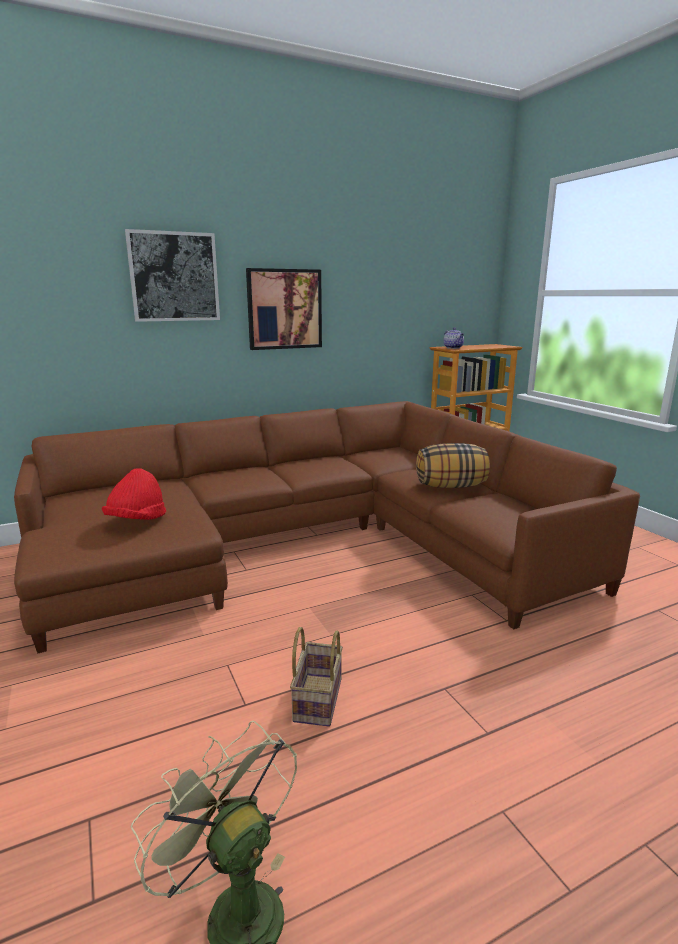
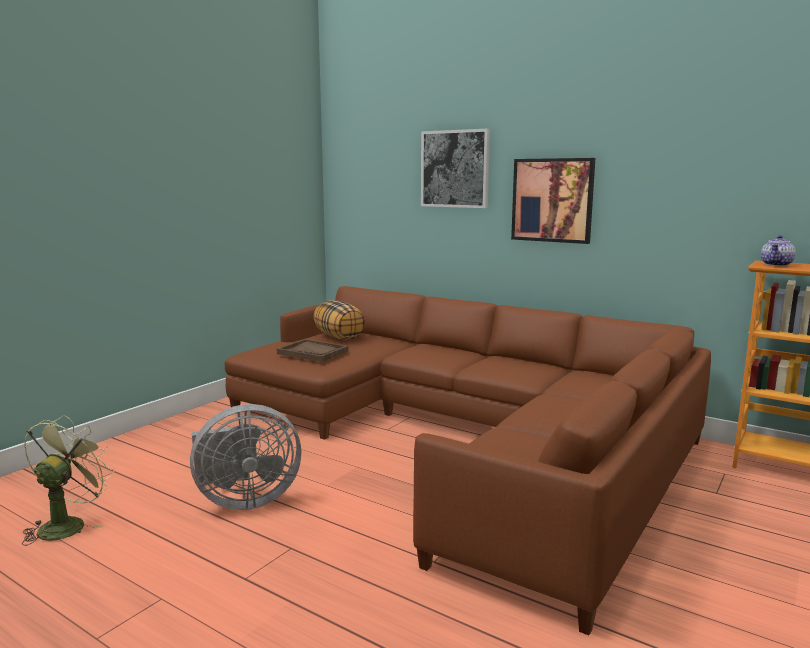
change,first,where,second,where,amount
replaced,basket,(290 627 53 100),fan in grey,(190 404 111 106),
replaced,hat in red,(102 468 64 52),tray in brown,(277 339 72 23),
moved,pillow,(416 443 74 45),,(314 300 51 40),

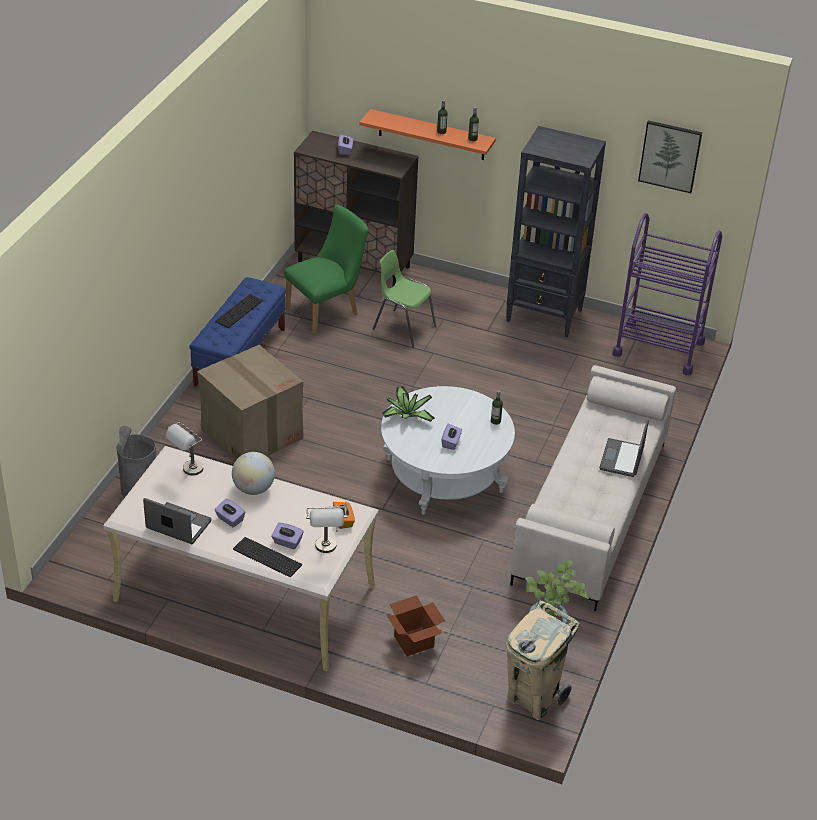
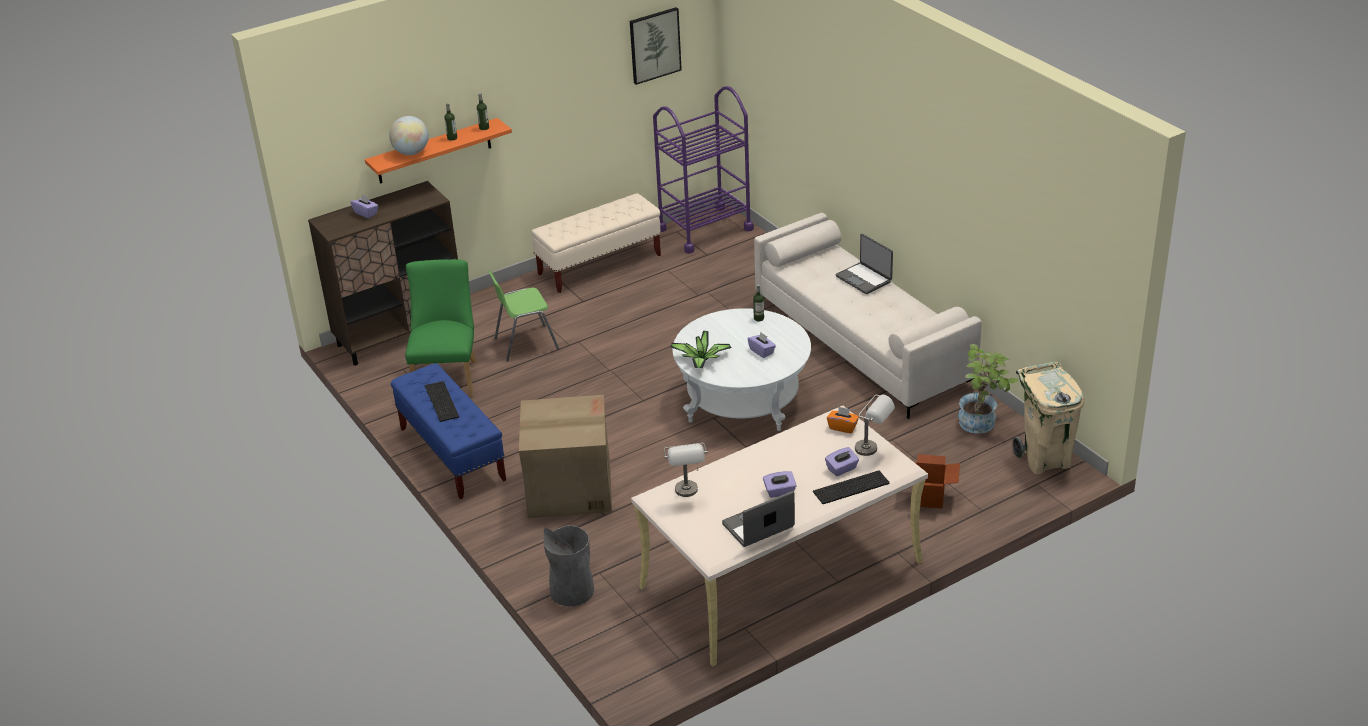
change,first,where,second,where,amount
moved,globe,(232 452 43 43),,(389 116 40 39),
replaced,bookcase in black,(506 126 100 211),bench in beige,(531 193 130 100),

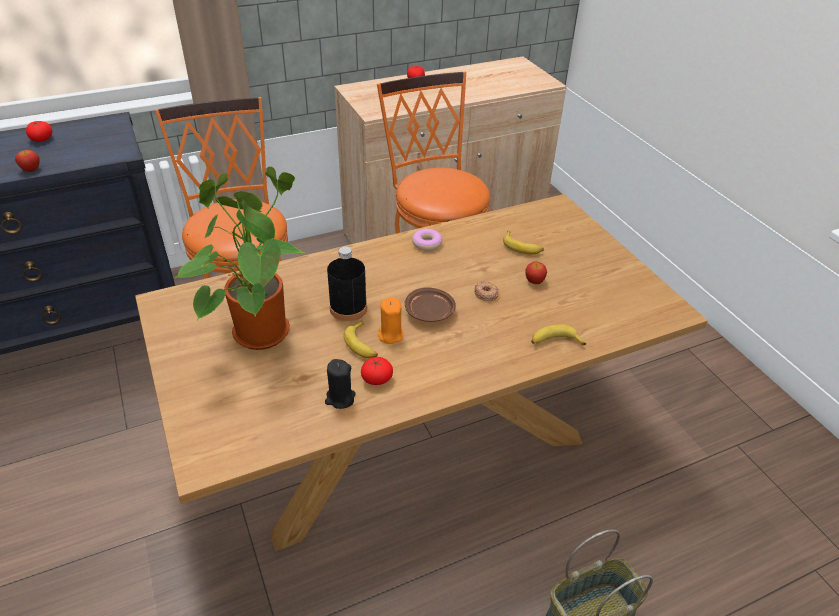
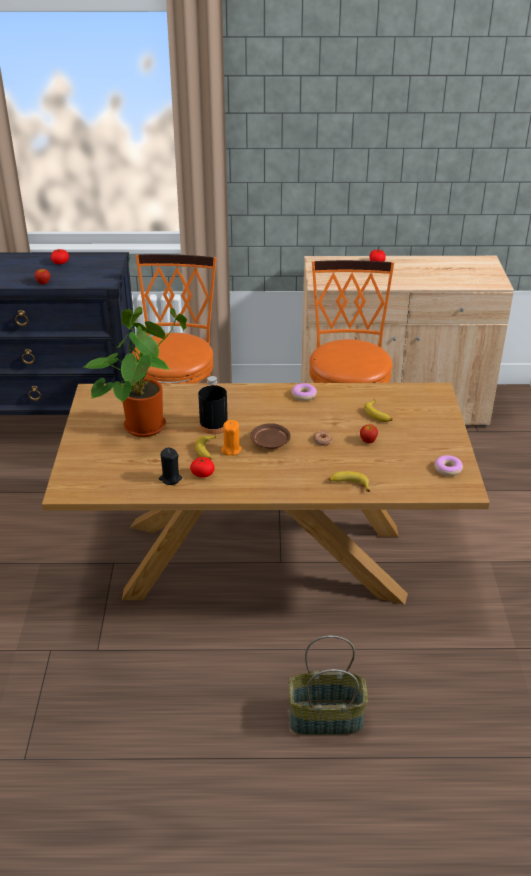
change,first,where,second,where,amount
added,,,donut,(434 455 29 21),

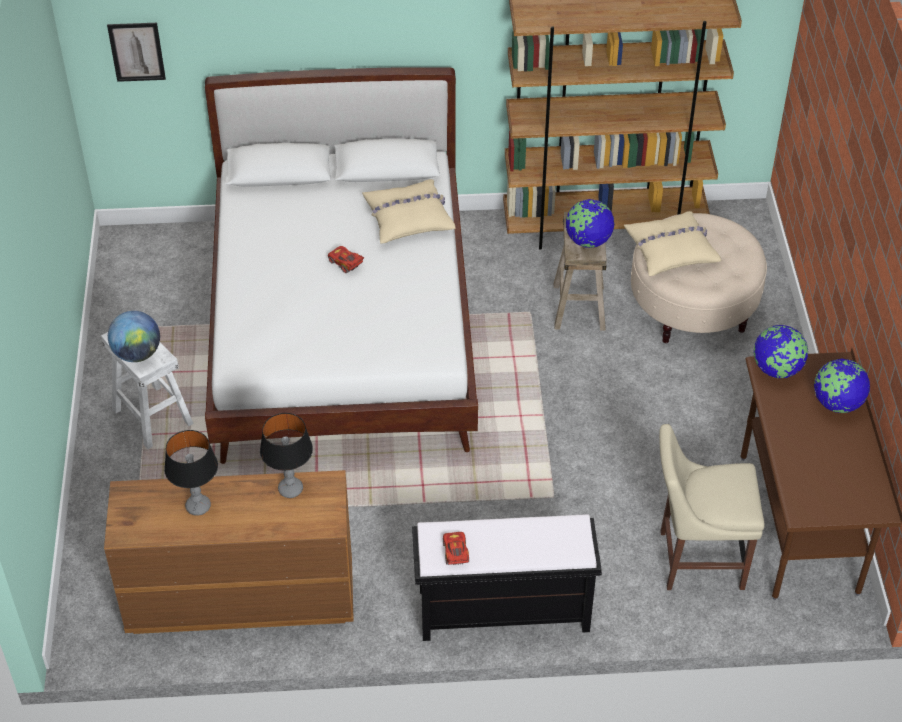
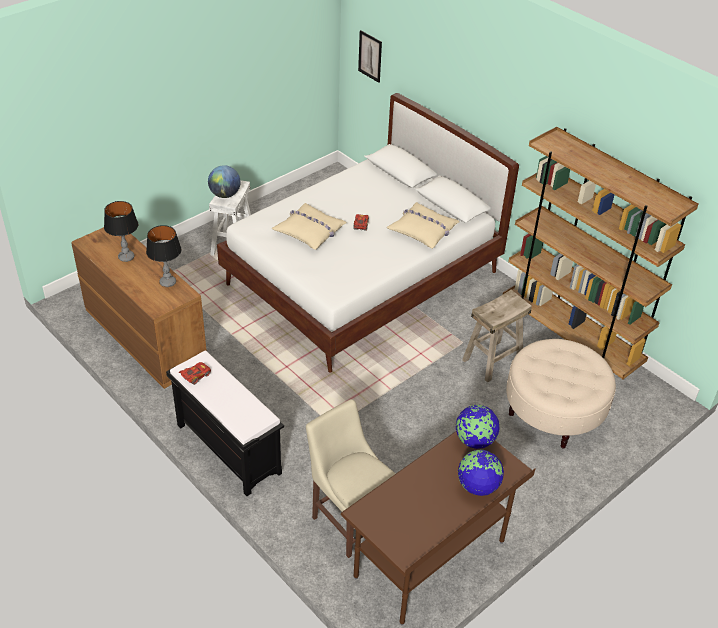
change,first,where,second,where,amount
moved,pillow in beige,(624 211 97 65),,(272 203 75 47),
removed,globe,(566 199 49 49),,,

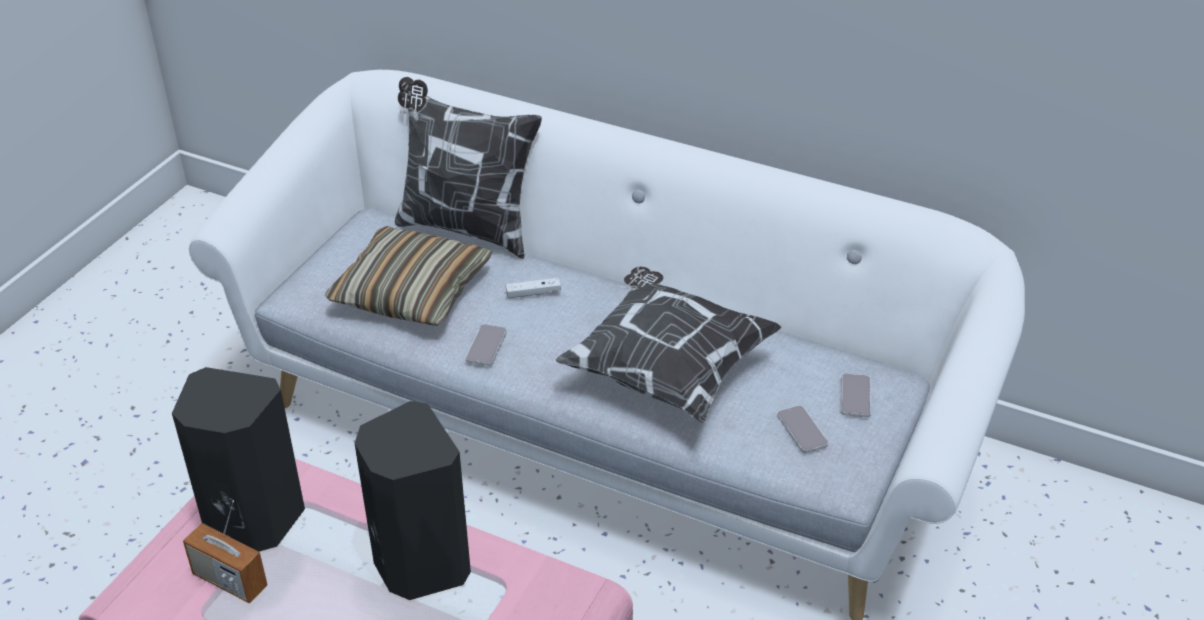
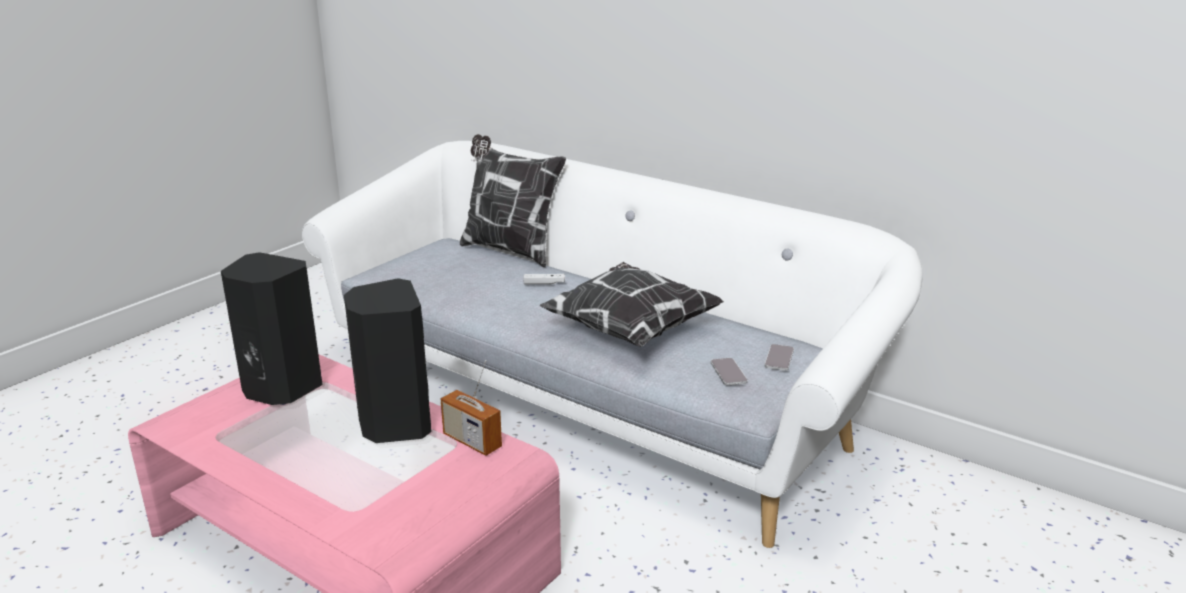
change,first,where,second,where,amount
moved,radio,(183 500 85 103),,(441 360 61 96),
removed,pillow,(325 226 168 100),,,
removed,phone,(466 324 41 42),,,

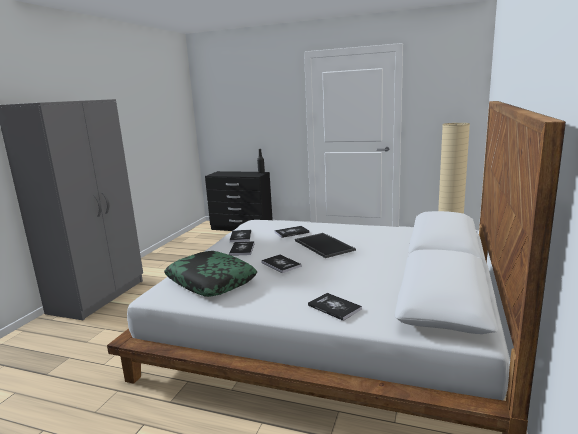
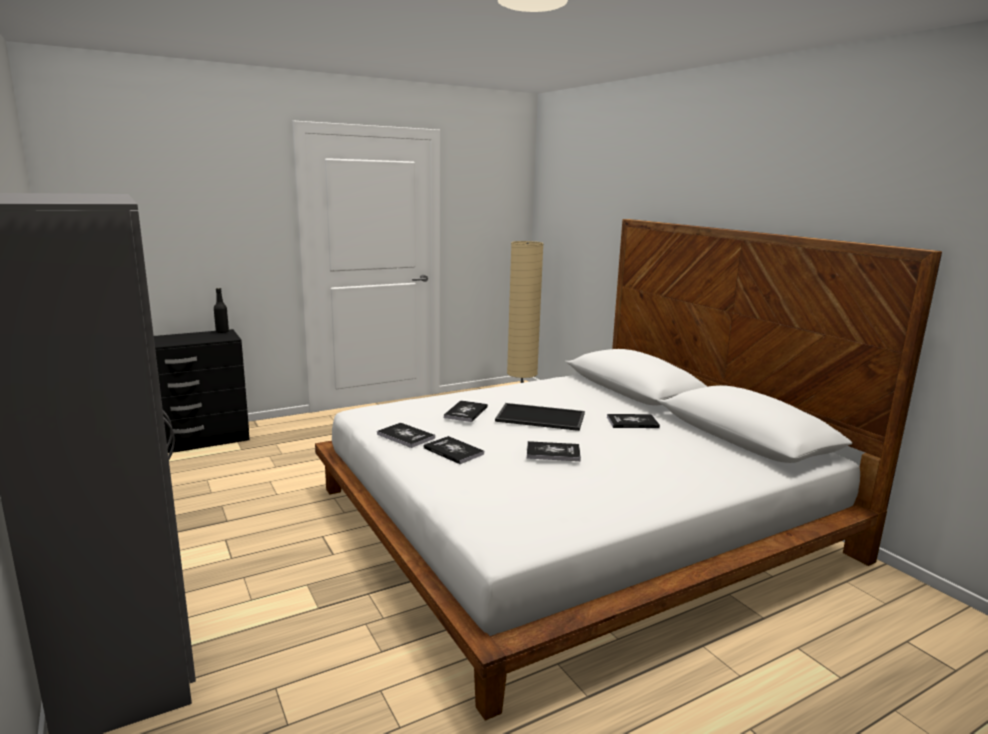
change,first,where,second,where,amount
moved,book,(308 293 54 28),,(607 414 53 14),
removed,pillow,(164 251 93 46),,,

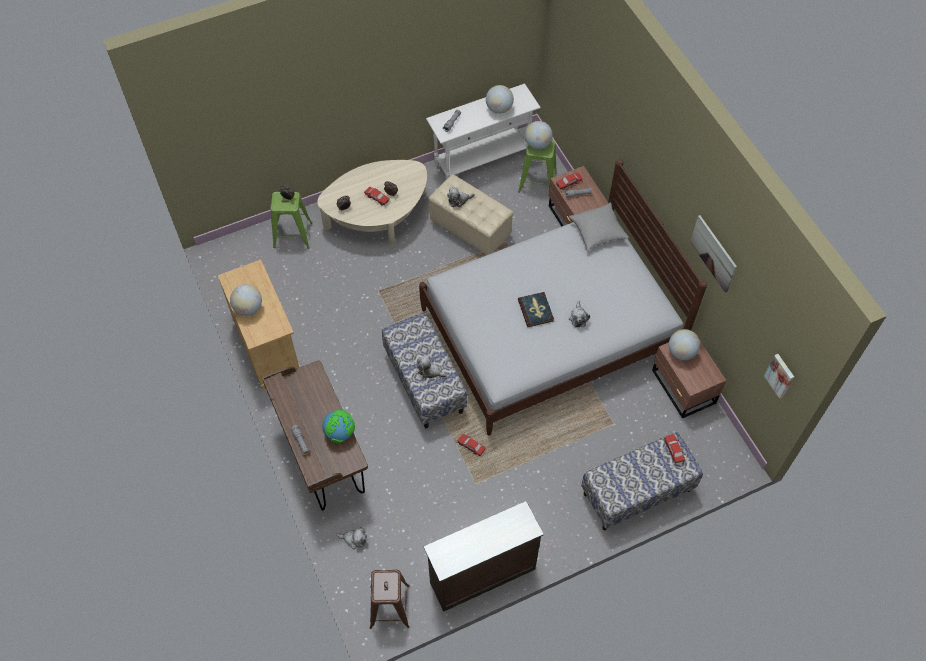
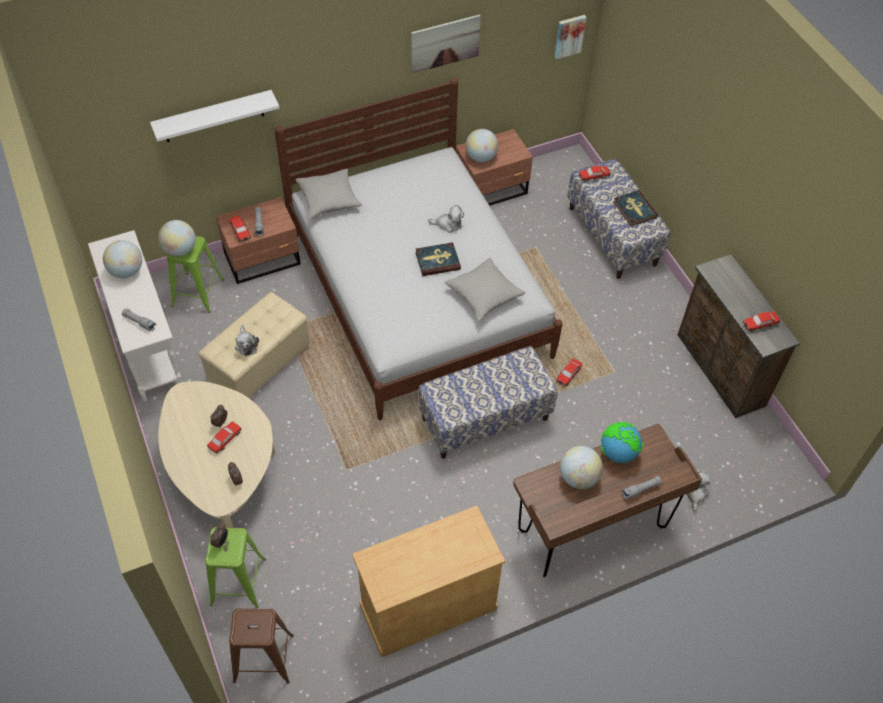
change,first,where,second,where,amount
added,,,shelf in white,(150 90 129 52),
moved,stool in brown,(370 570 40 59),,(229 608 65 76),
added,,,pillow in grey,(444 258 81 63),
moved,globe,(230 284 32 32),,(560 446 43 43),
added,,,book,(613 190 45 36),
added,,,toy car,(743 311 37 21),
removed,plush toy,(417 355 30 23),,,

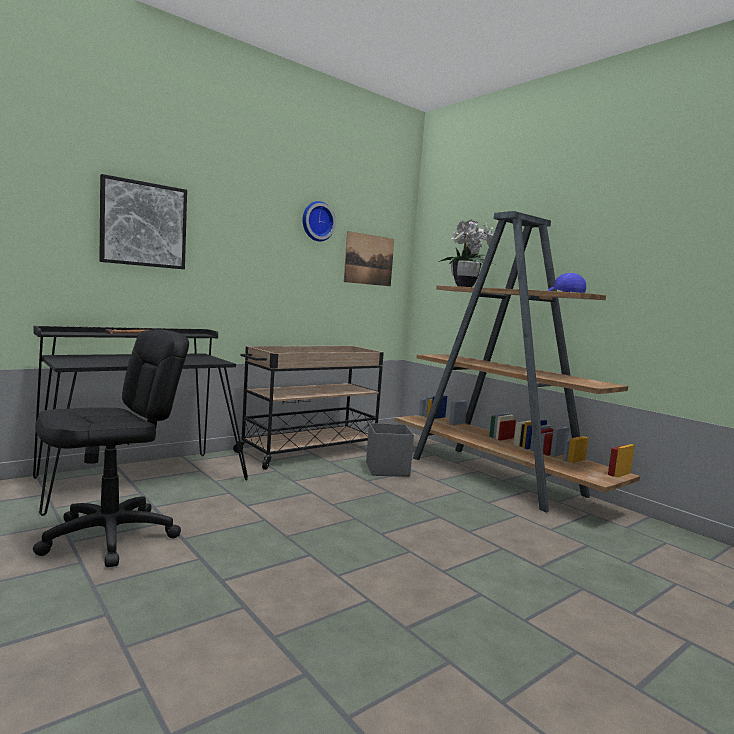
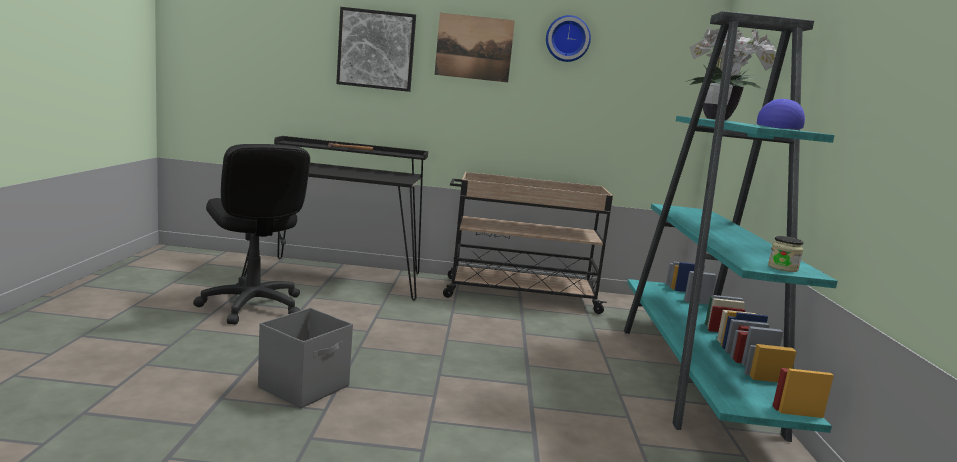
change,first,where,second,where,amount
turned,office chair in black,(33 329 156 238),,(193 144 117 181),60 degrees clockwise
moved,storage box in grey,(366 423 48 54),,(258 308 95 101),
moved,picture,(344 231 50 55),,(435 13 80 69),
recoloured,bookcase in brown,(395 211 245 302),bookcase in turquoise,(624 11 214 431),
added,,,jar,(768 236 36 36),

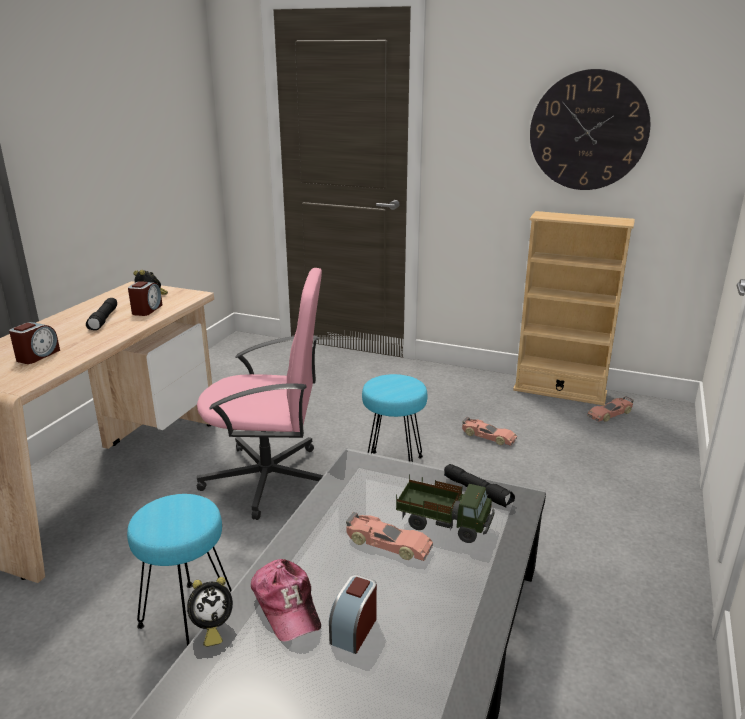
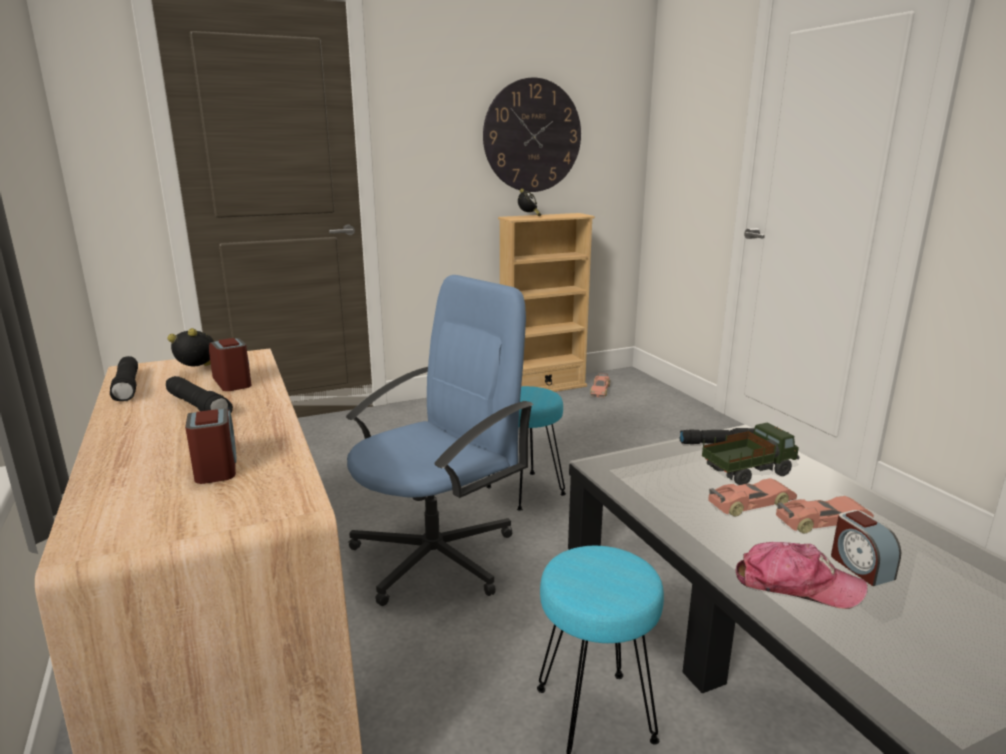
change,first,where,second,where,amount
added,,,flashlight in black,(110 356 28 45),
recoloured,office chair in pink,(197 268 127 252),office chair in blue,(346 275 188 331),
moved,alarm clock,(187 577 46 70),,(518 188 23 28),
moved,toy car,(462 417 55 29),,(776 496 98 37),

